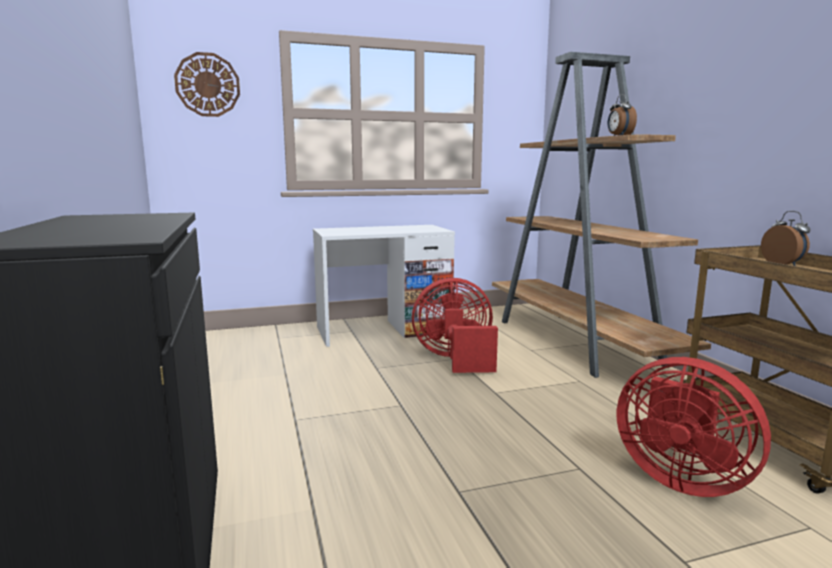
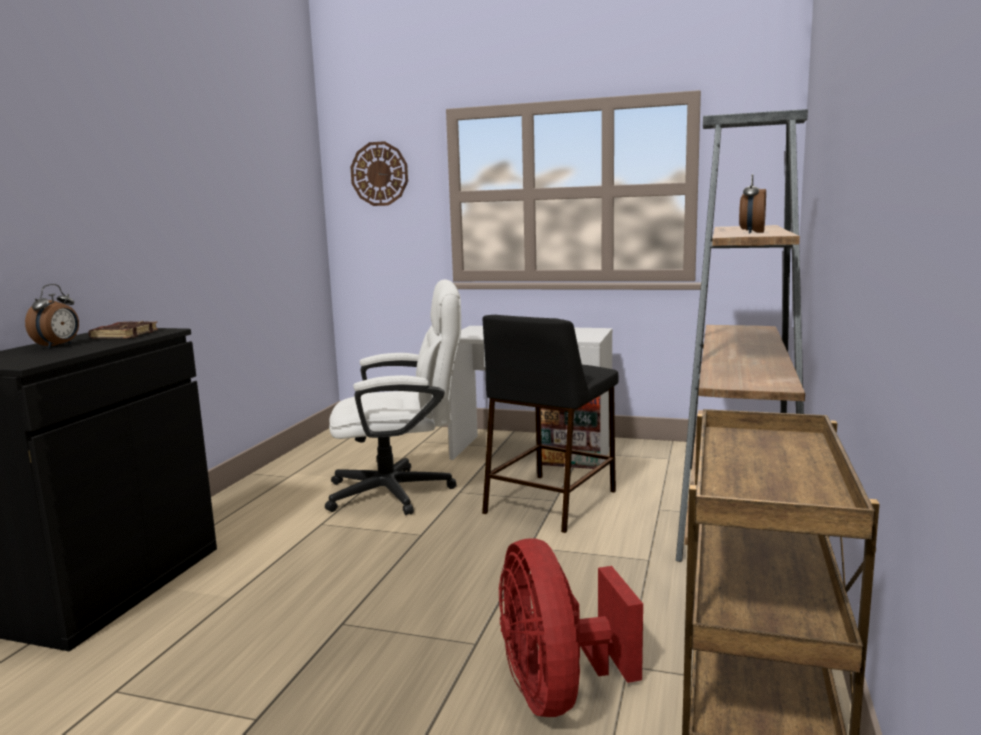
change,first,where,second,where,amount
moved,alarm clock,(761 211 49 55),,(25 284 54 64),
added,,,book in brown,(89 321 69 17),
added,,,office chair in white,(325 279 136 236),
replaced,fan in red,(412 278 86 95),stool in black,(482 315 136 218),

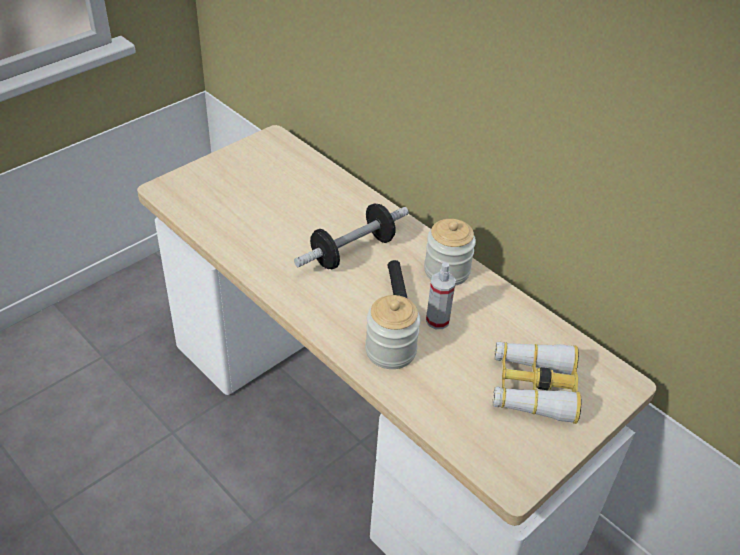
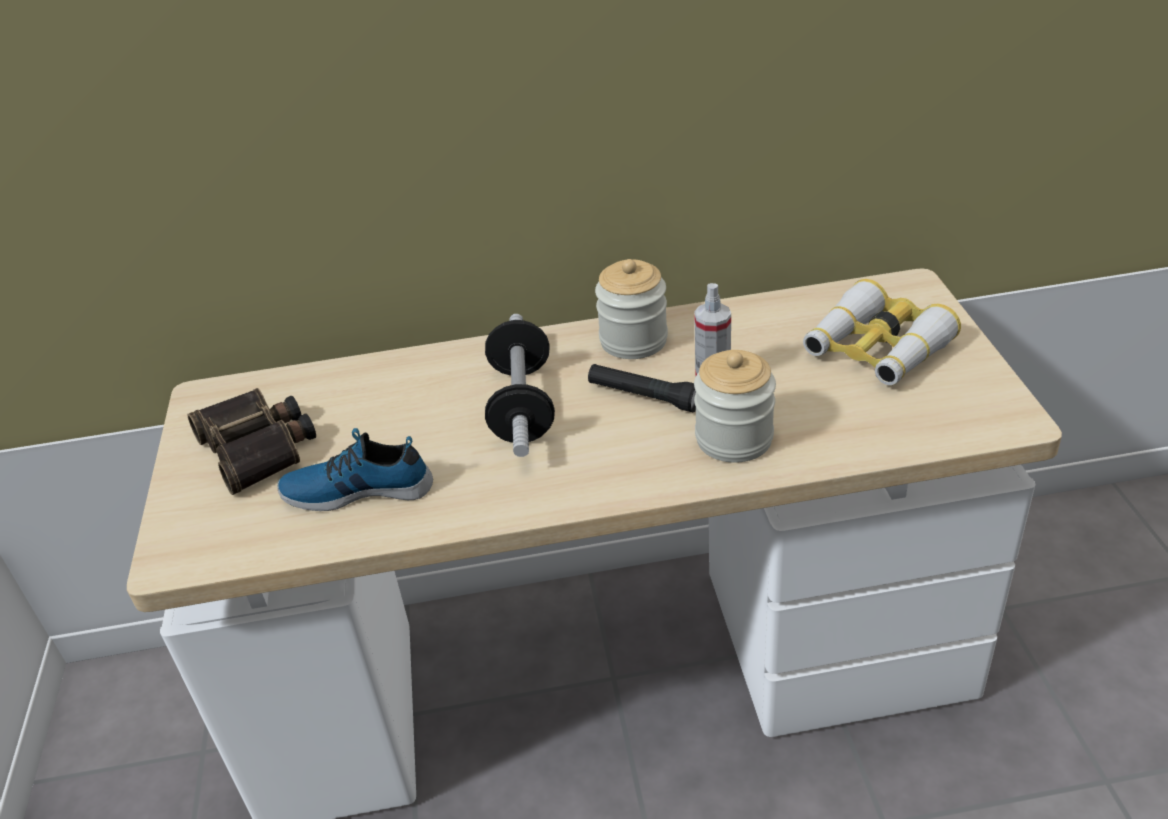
change,first,where,second,where,amount
added,,,binoculars,(187 388 129 107),
added,,,shoe,(277 428 156 83),

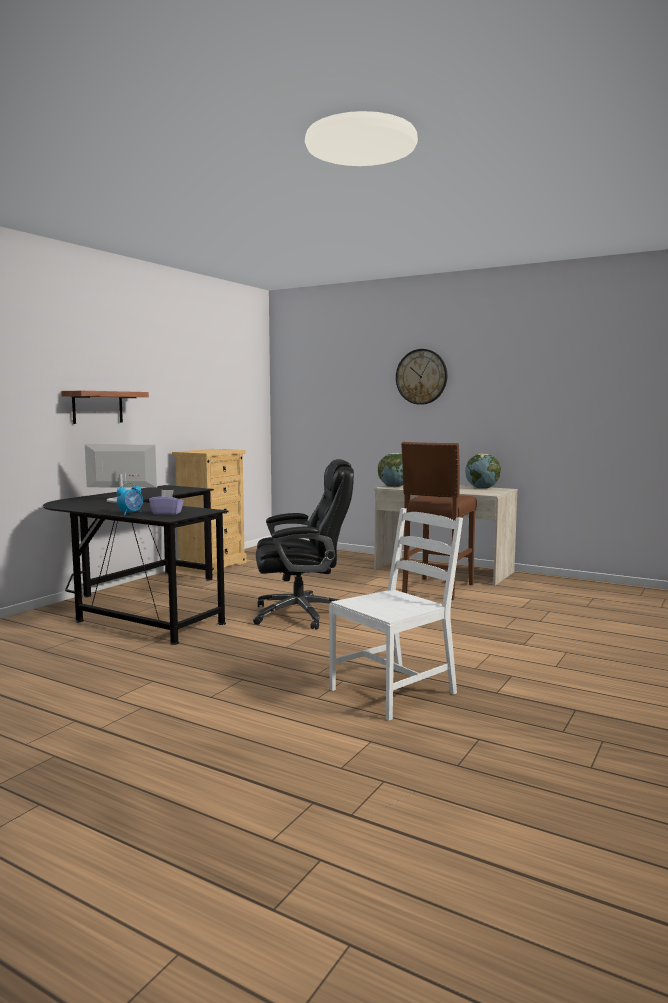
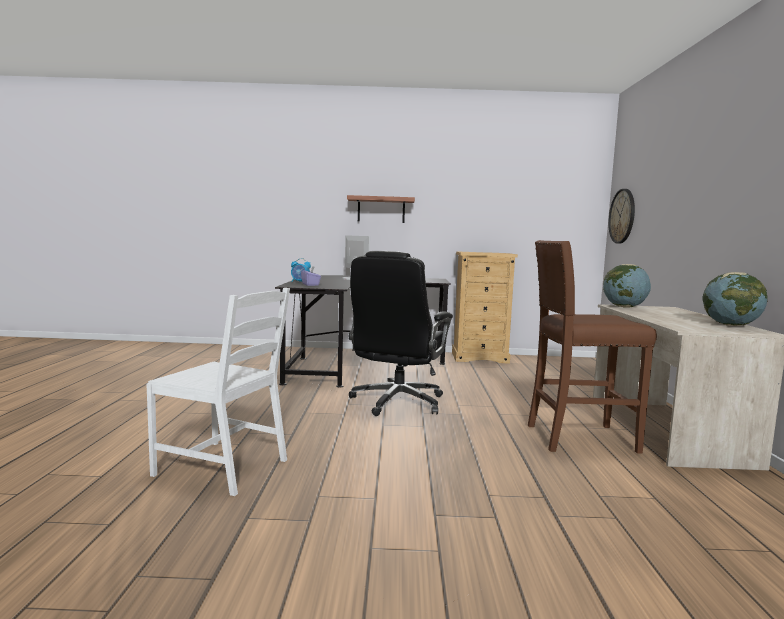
change,first,where,second,where,amount
turned,office chair in black,(253 459 101 171),,(349 251 104 165),60 degrees clockwise
moved,wall clock,(396 349 51 56),,(608 189 27 55),

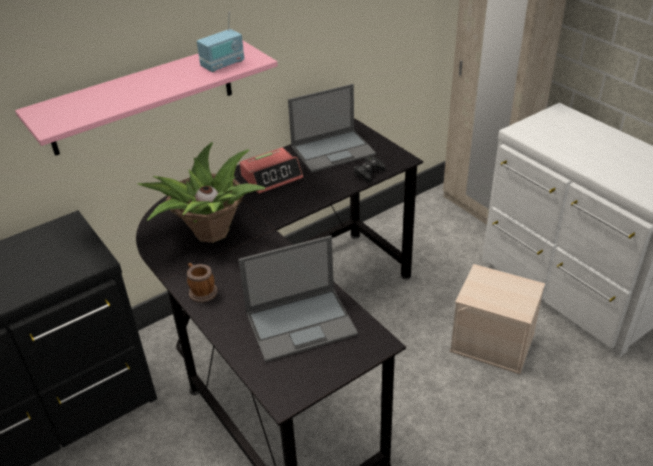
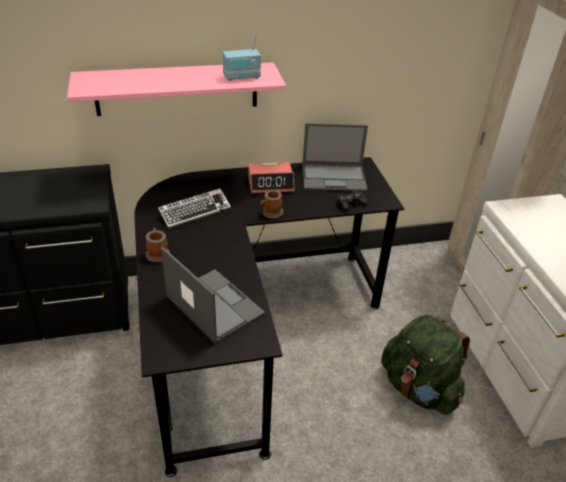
change,first,where,second,where,amount
replaced,potted plant,(137 142 128 101),keyboard,(158 188 73 40),
turned,laptop,(238 235 120 127),,(161 247 104 97),135 degrees counterclockwise
added,,,mug,(260 190 23 29),
replaced,storage box in beige,(450 264 95 110),backpack in green,(381 315 89 100),

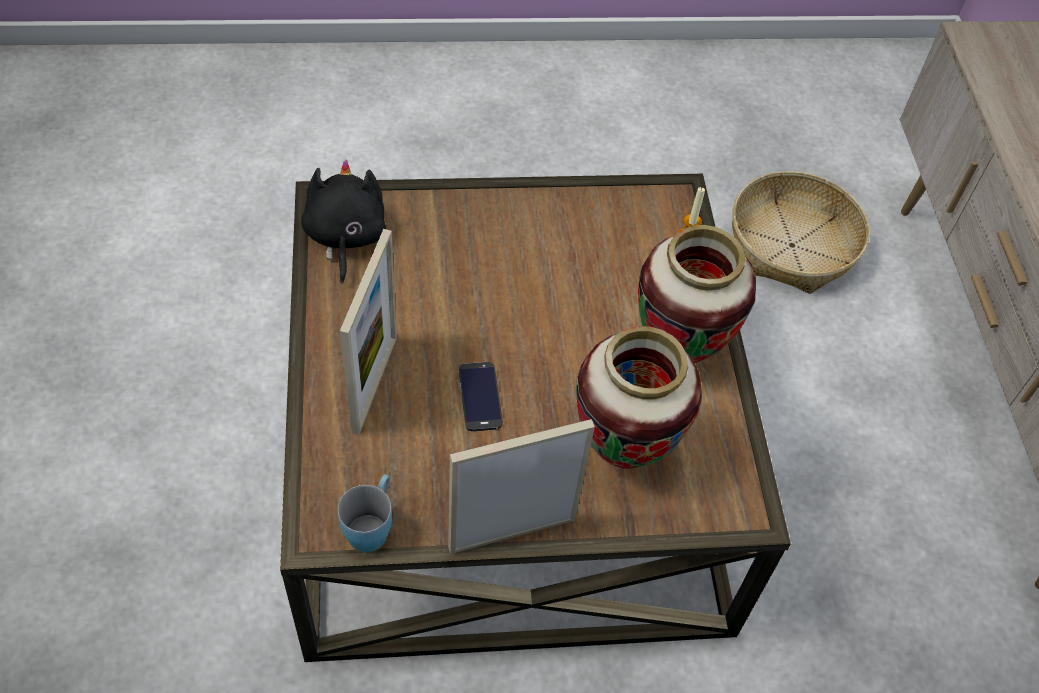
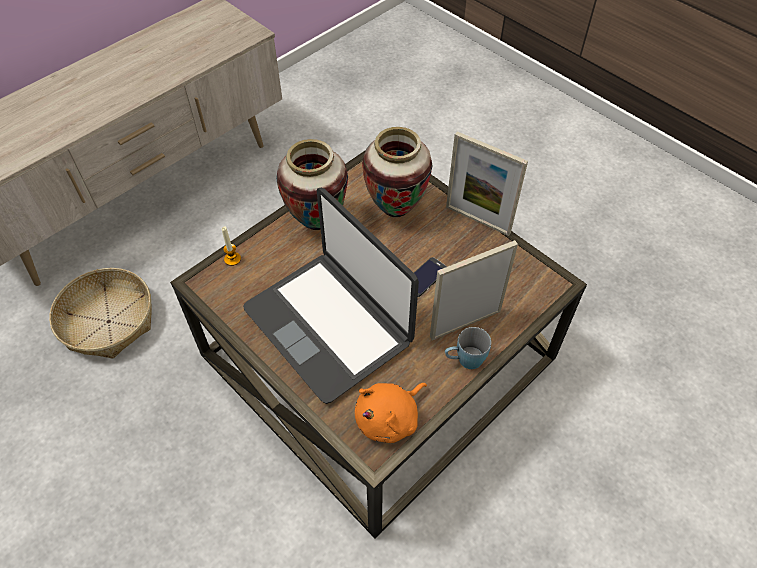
change,first,where,second,where,amount
added,,,laptop,(243 187 176 217),
recoloured,plush toy in black,(301 160 85 124),plush toy in orange,(355 383 72 60),
moved,mug in blue,(337 474 55 78),,(445 327 46 42),

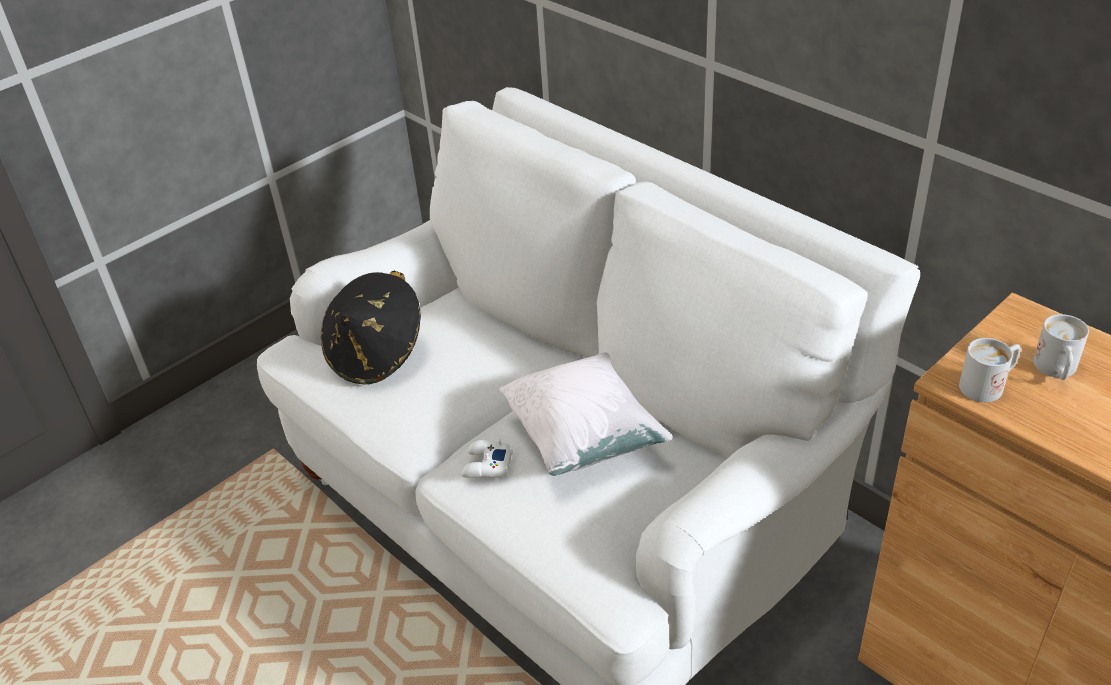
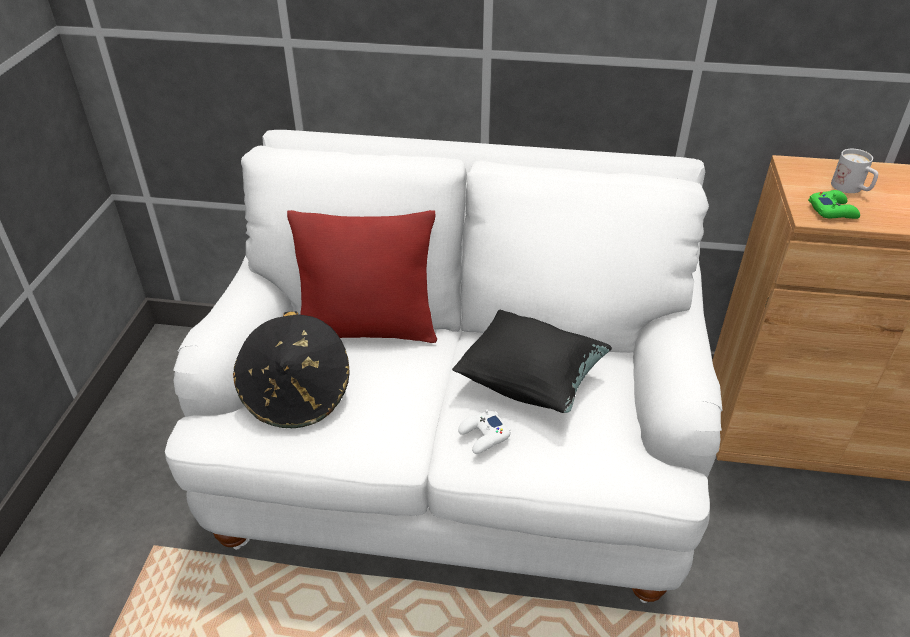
change,first,where,second,where,amount
added,,,pillow in red,(287 210 150 133),
recoloured,pillow in white,(499 352 174 124),pillow in black,(452 310 160 103),
replaced,mug in white,(959 338 62 64),game controller in green,(808 190 52 29),

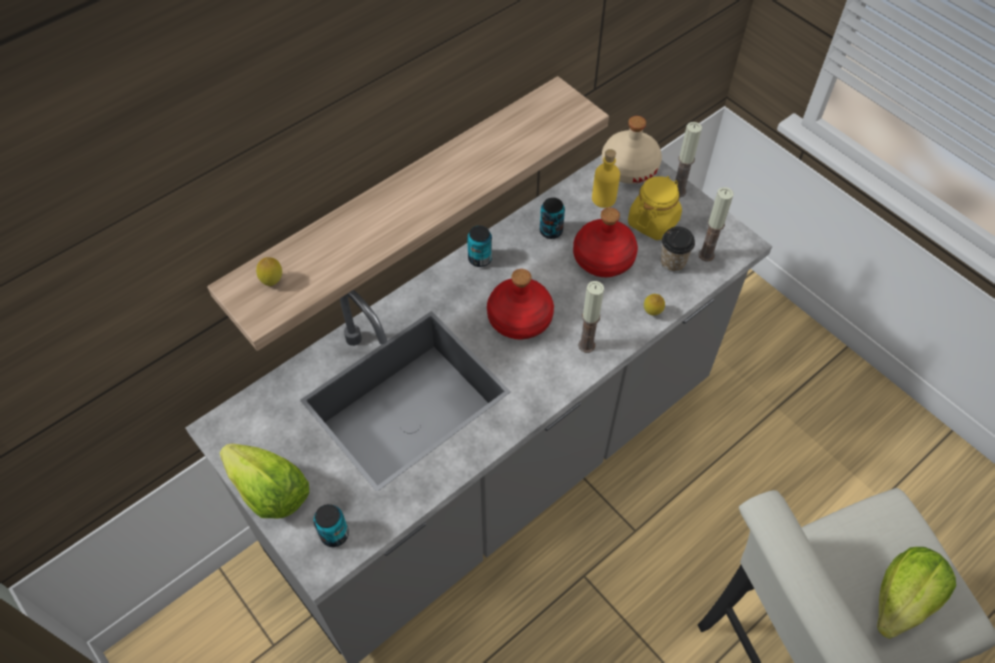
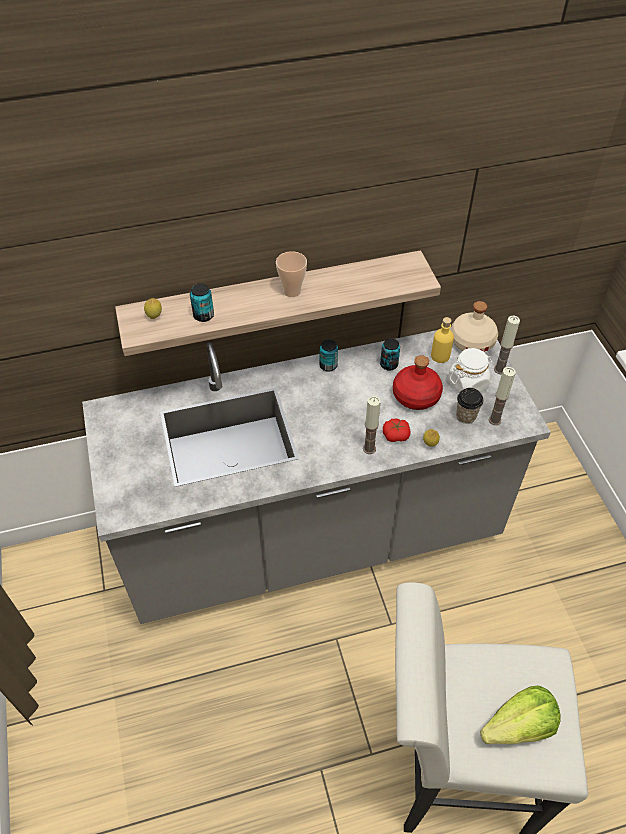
change,first,where,second,where,amount
moved,can,(313 504 36 43),,(190 283 24 39),
added,,,cup,(276 251 31 46),
added,,,tomato,(383 419 28 23),
recoloured,jar in yellow,(628 176 54 64),jar in white,(448 348 45 45),
removed,lettuce,(220 443 89 75),,,
removed,bottle in red,(487 269 67 71),,,

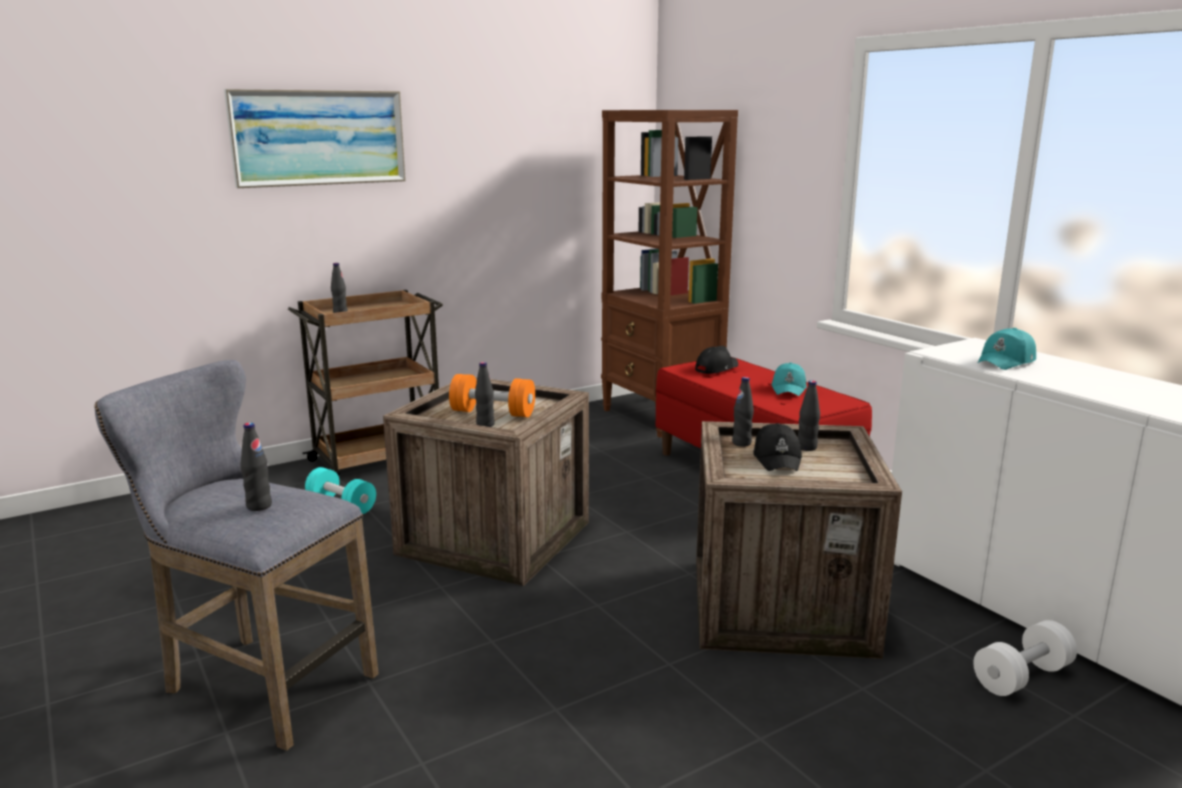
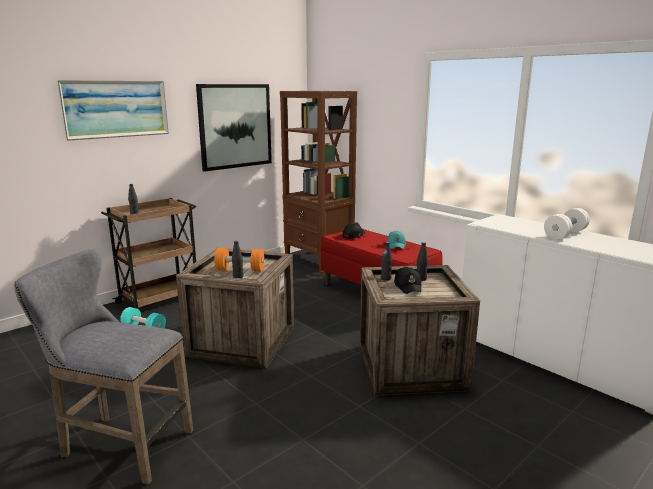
change,first,where,second,where,amount
added,,,picture,(196 84 76 88),
moved,dumbbell in white,(973 620 104 76),,(544 208 46 31),
removed,bottle in black,(240 423 32 88),,,
removed,cap in turquoise,(977 328 59 42),,,

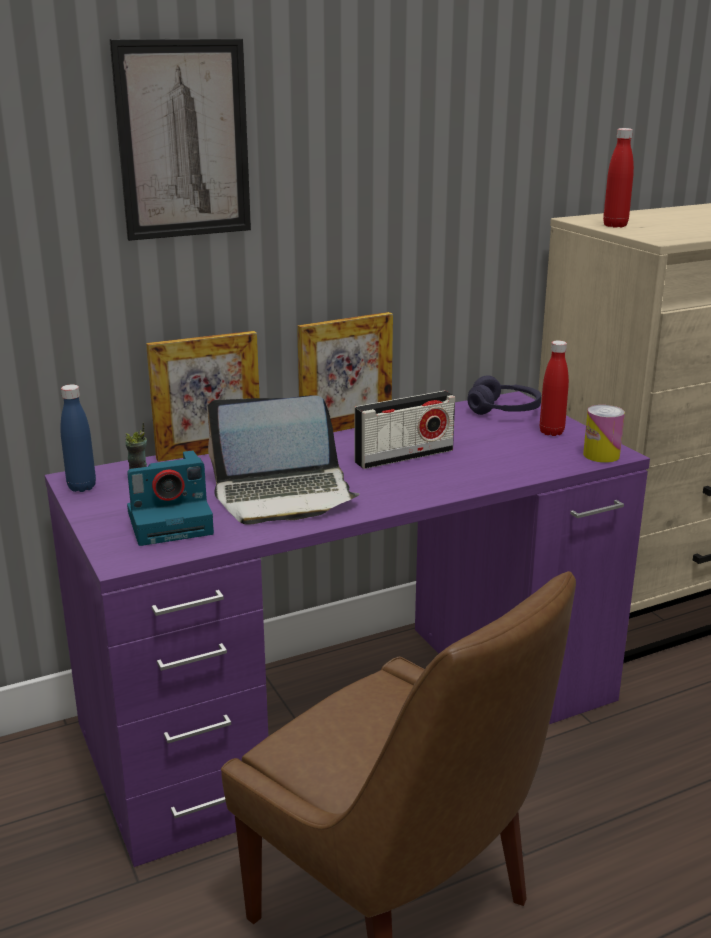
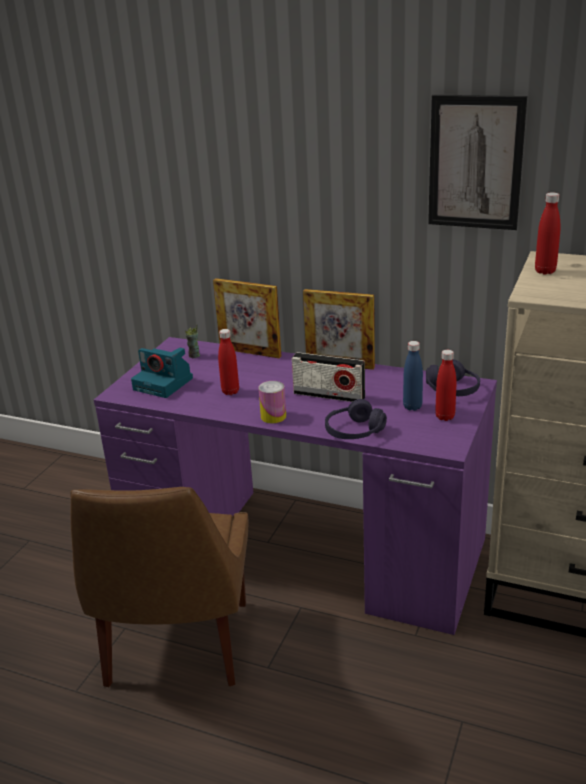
change,first,where,second,where,amount
replaced,laptop,(207 395 152 130),bottle in red,(218 329 21 66),
moved,can,(583 405 42 58),,(258 381 28 43),
added,,,headphones in purple,(325 399 62 40),
moved,bottle in blue,(60 384 36 108),,(403 341 20 70),
moved,picture,(109 39 142 202),,(428 95 99 135),

